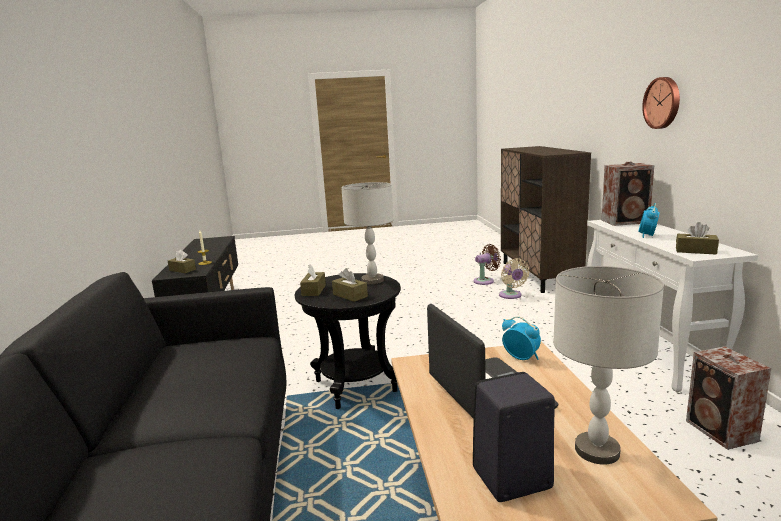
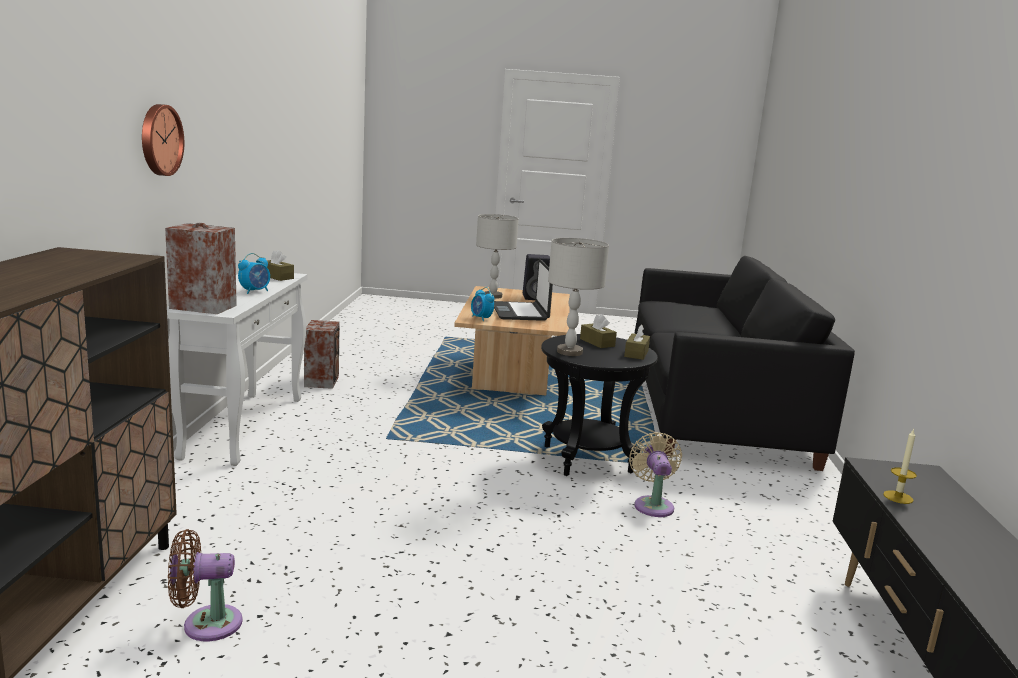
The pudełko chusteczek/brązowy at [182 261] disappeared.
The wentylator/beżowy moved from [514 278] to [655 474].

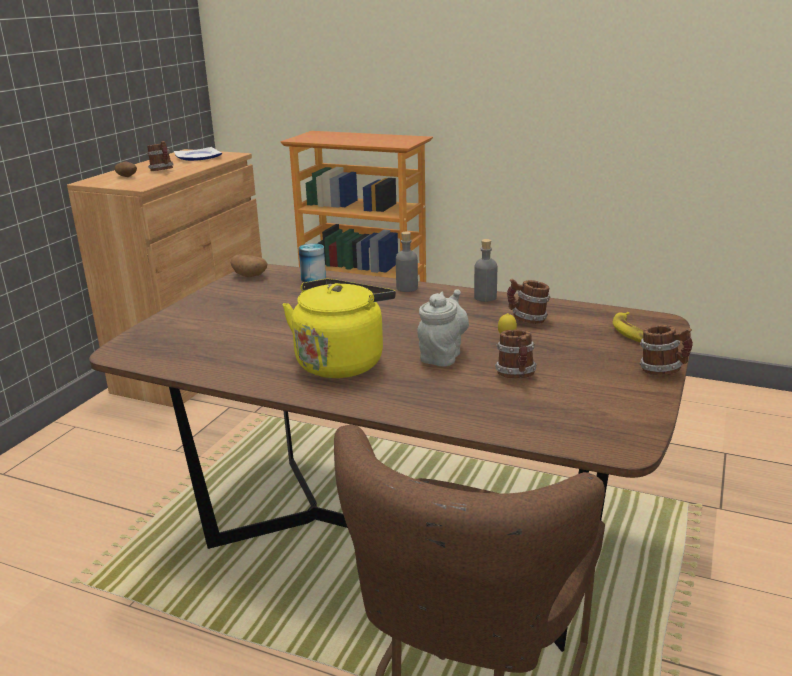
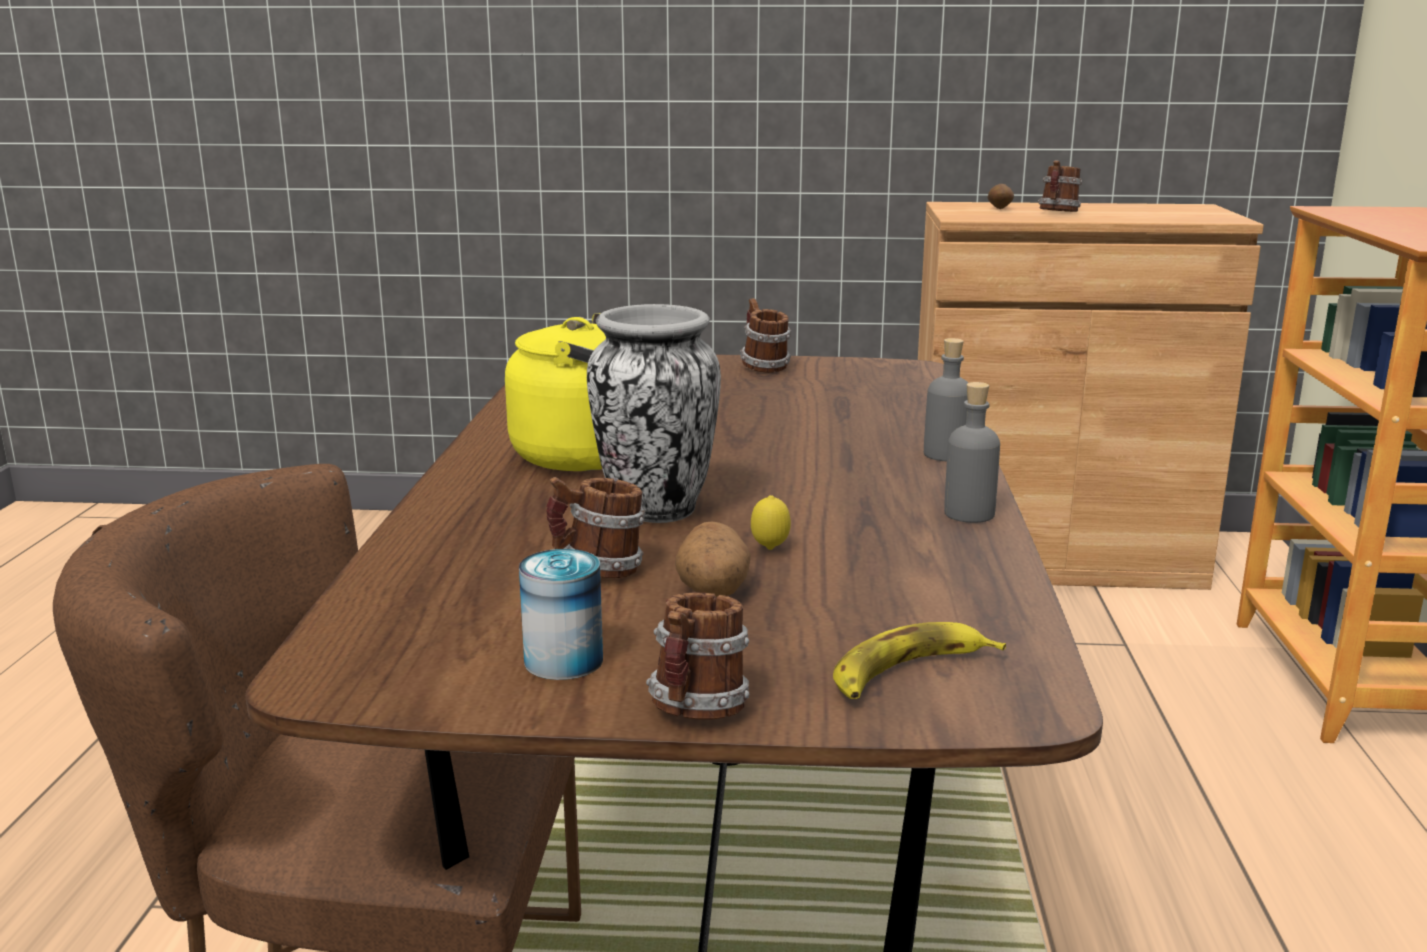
The talerz at [198 154] disappeared.
The ziemniak moved from [249 266] to [713 559].
The puszka moved from [312 262] to [561 614].
The kubek moved from [528 301] to [765 335].
The imbryk/szary at [443 328] was replaced by the wazon at [654 413].

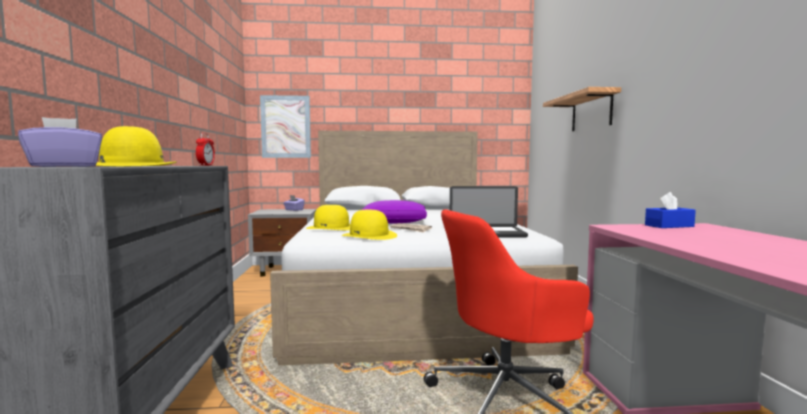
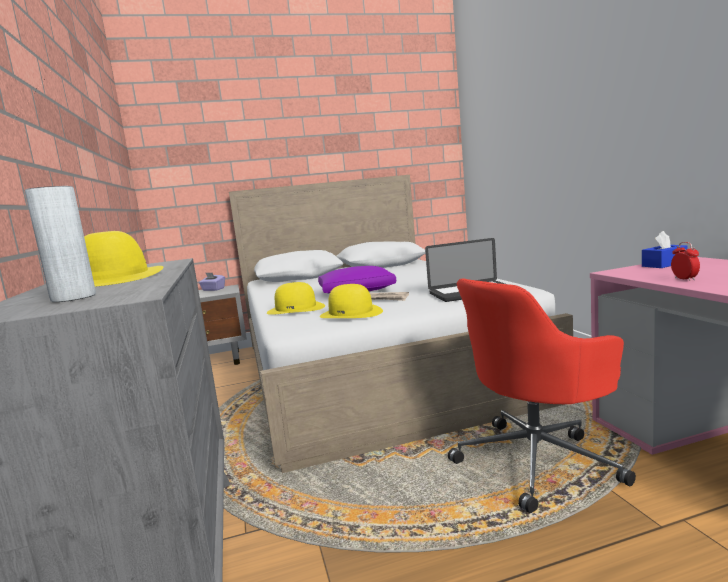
The obraz at [285 126] disappeared.
The półka at [582 109] disappeared.
The budzik moved from [205 149] to [685 261].
The pudełko chusteczek/fioletowy at [60 142] was replaced by the wazon/szary at [60 244].

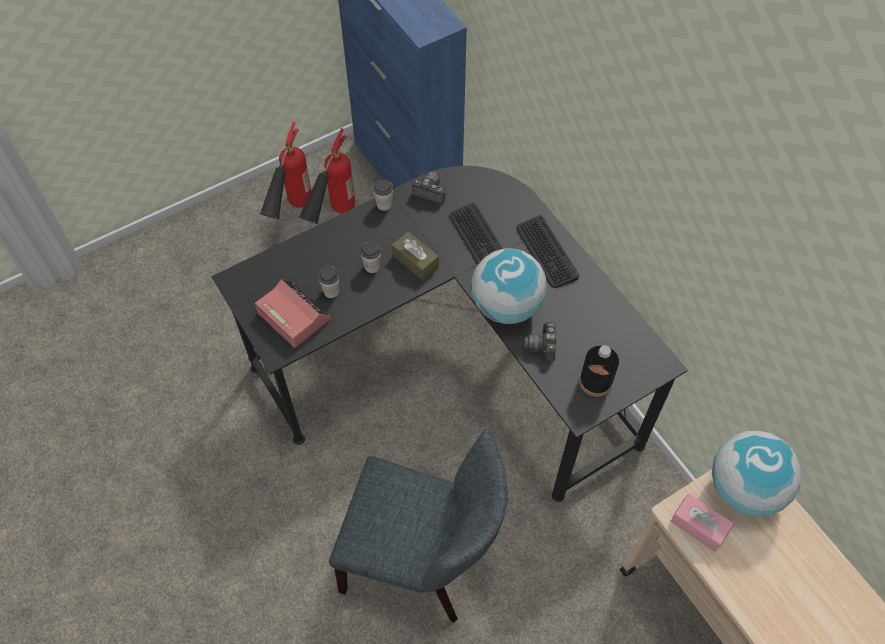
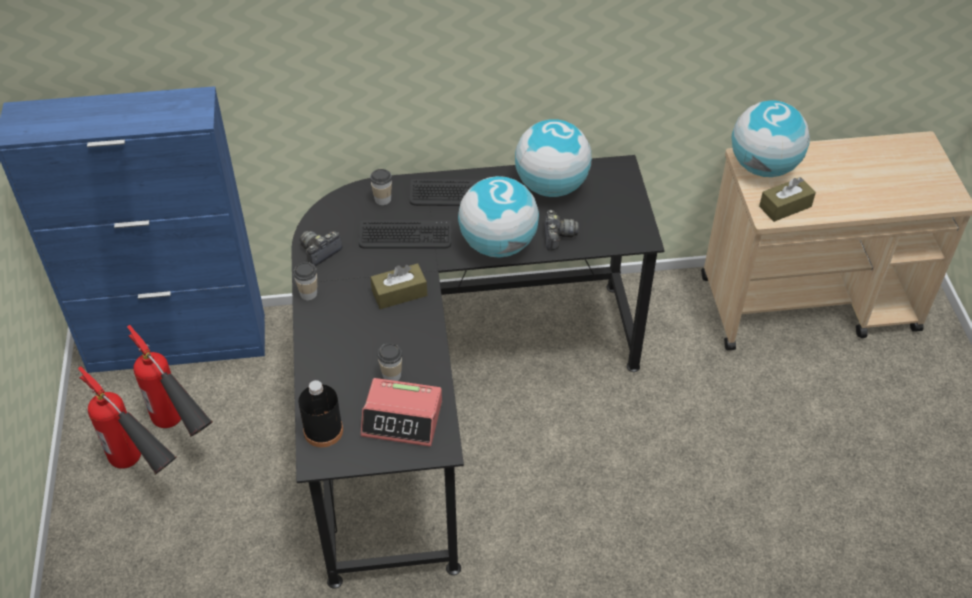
The krzesło/szary at [418 526] disappeared.
The globus at [553 158] appeared.
The filiżanka moved from [370 257] to [381 187].
The butelka/czarny moved from [599 371] to [320 413].
The pudełko chusteczek/różowy at [702 523] became the pudełko chusteczek/brązowy at [787 199].
The budzik at [293 313] turned 150 degrees counterclockwise.
The aparat fotograficzny at [540 342] turned 120 degrees counterclockwise.

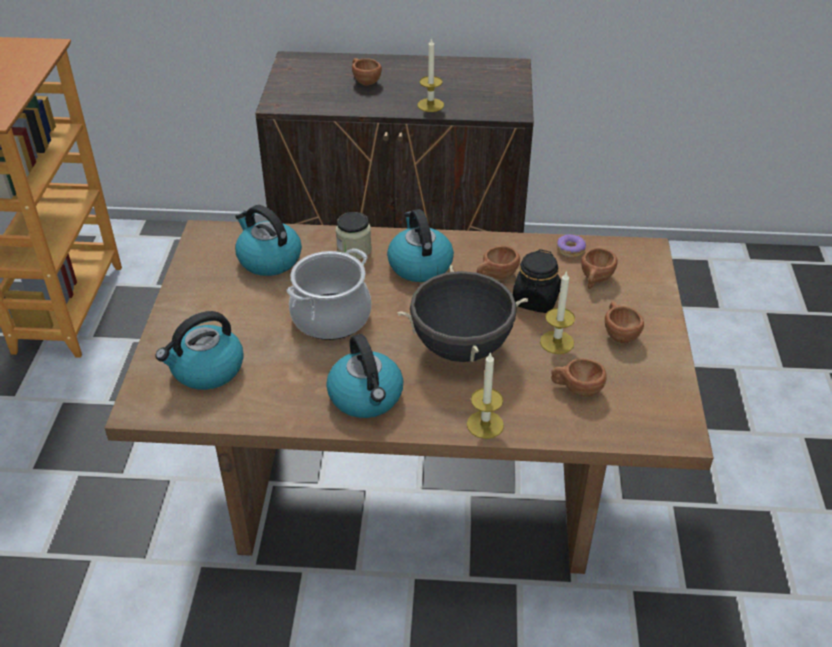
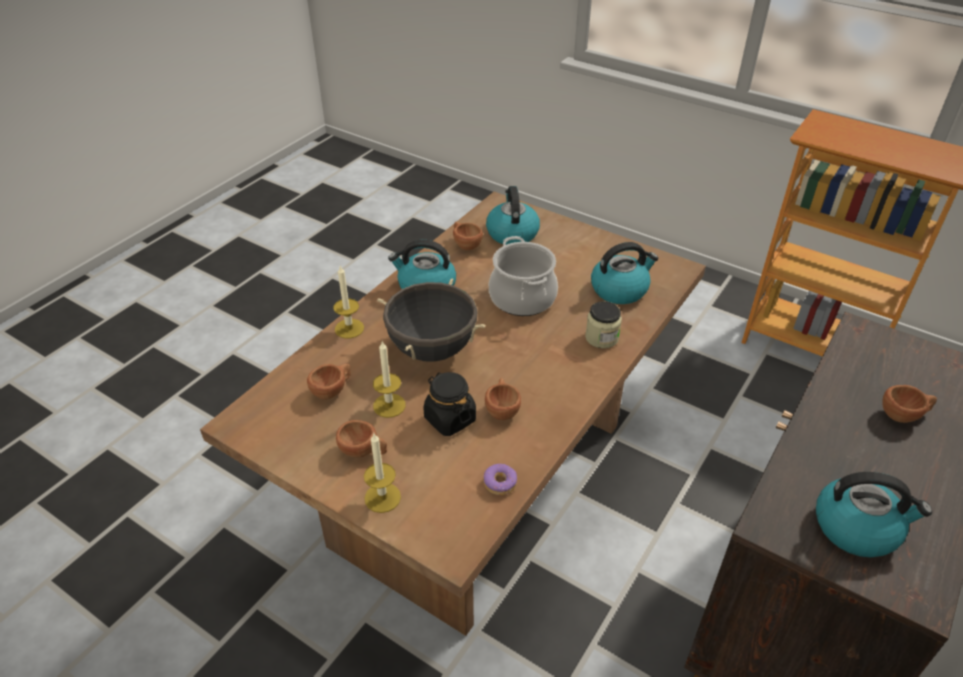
The czajnik moved from [420 245] to [874 515].
The świeca moved from [431 74] to [382 473].
The filiżanka/brązowy moved from [599 268] to [468 236].

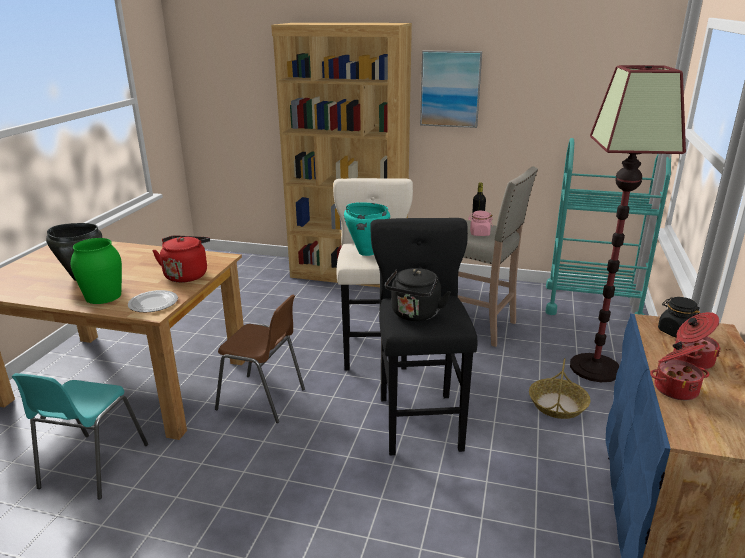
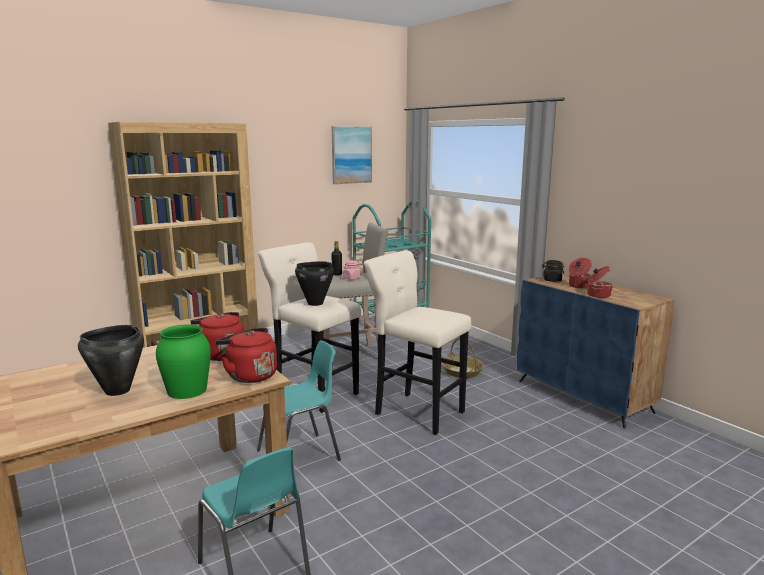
The czajnik/czarny at [418 294] disappeared.
The lampa stojąca at [628 223] disappeared.
The obraz moved from [451 89] to [351 155].
The talerz at [153 301] was replaced by the czajnik/czerwony at [246 355].
The krzesło/brązowy at [260 359] became the krzesło/turkusowy at [299 400].
The garnek/turkusowy at [367 229] became the garnek/czarny at [314 283].
The stołek/czarny at [423 336] became the stołek/beżowy at [417 342].

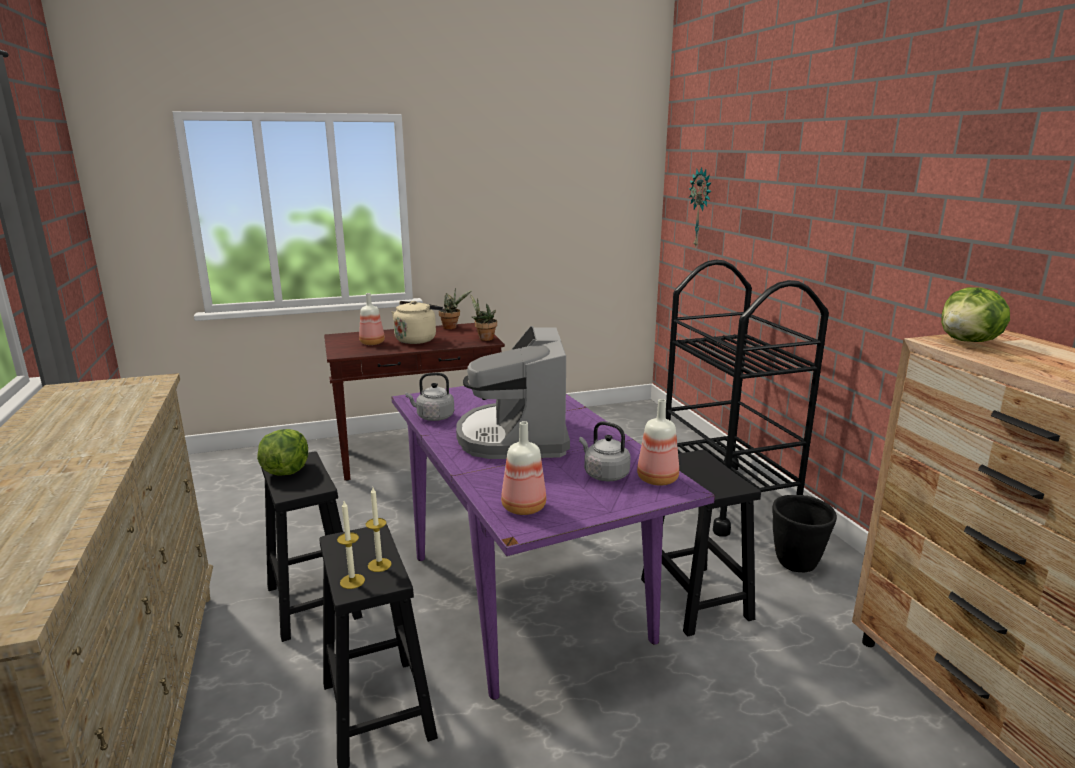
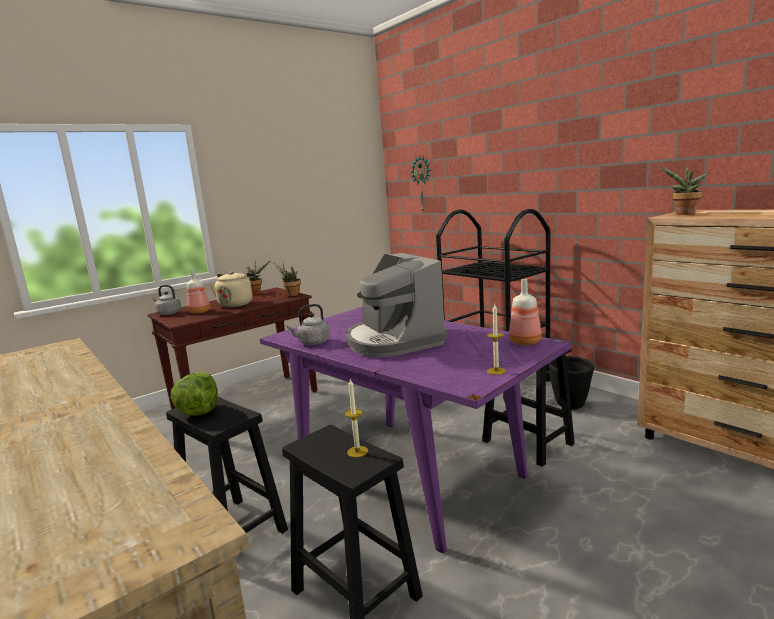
The butelka at [523 468] disappeared.
The świeca moved from [351 545] to [496 339].
The czajnik/szary moved from [605 451] to [167 300].
The sałata at [975 314] was replaced by the roślina doniczkowa at [685 189].

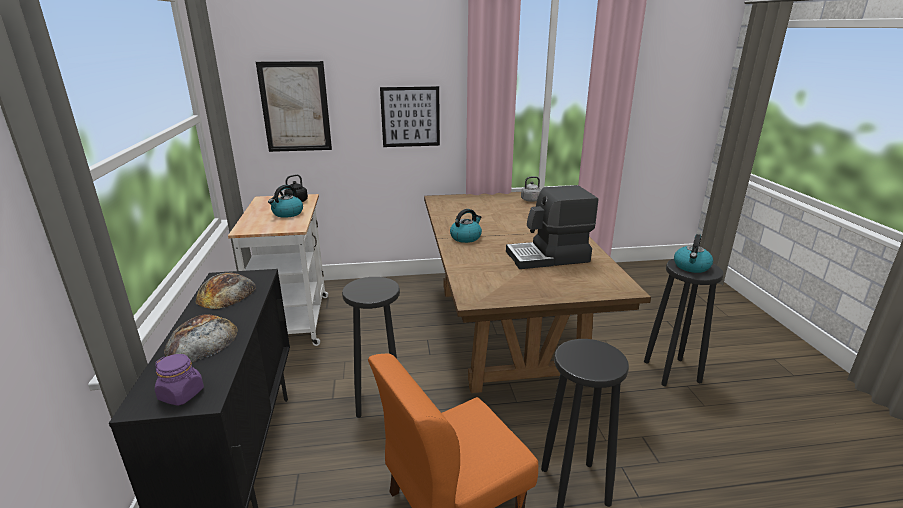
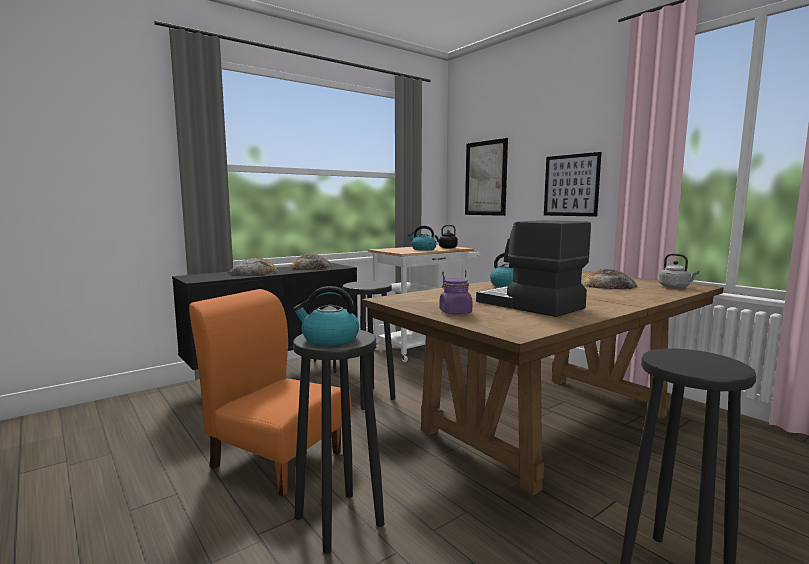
The chleb at [609 279] appeared.
The słoik/fioletowy moved from [179 380] to [456 296].
The czajnik moved from [693 253] to [326 316].

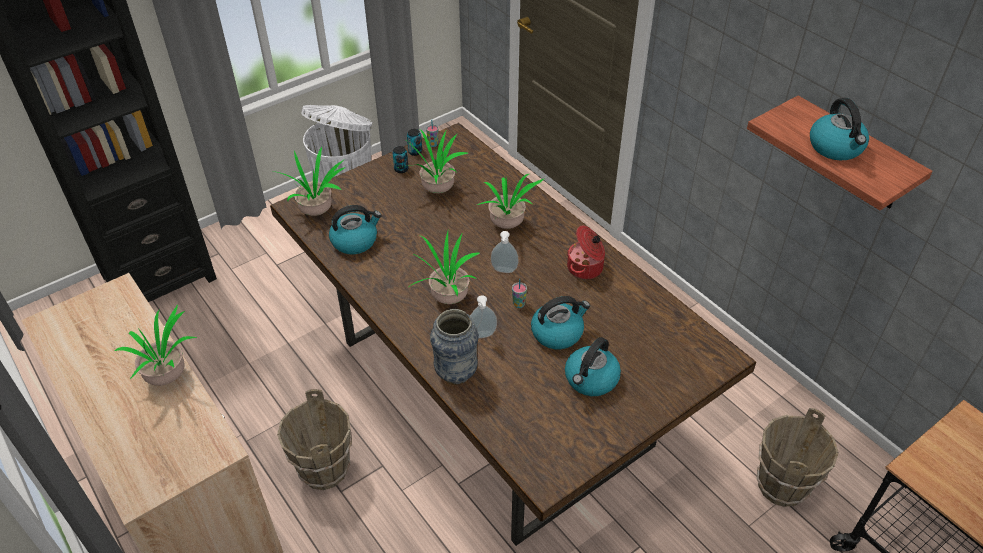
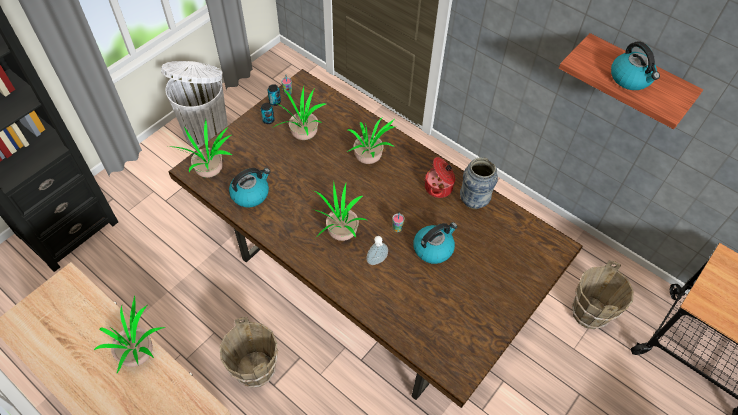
The dozownik mydła at [505 252] disappeared.
The czajnik at [593 366] disappeared.
The wazon moved from [454 347] to [479 183].

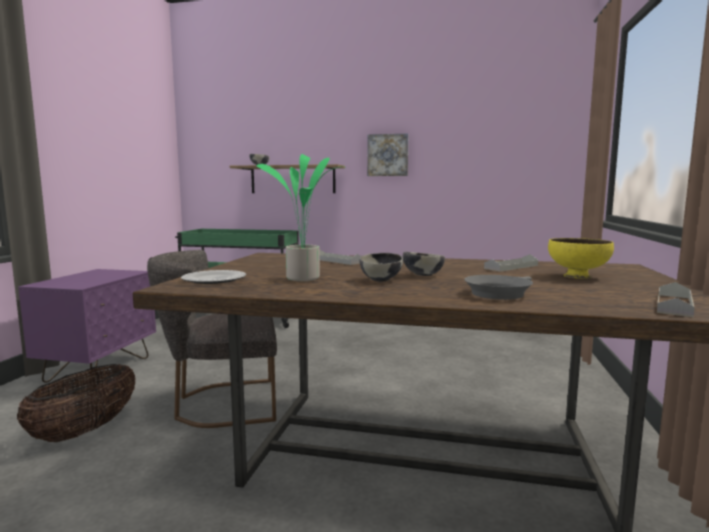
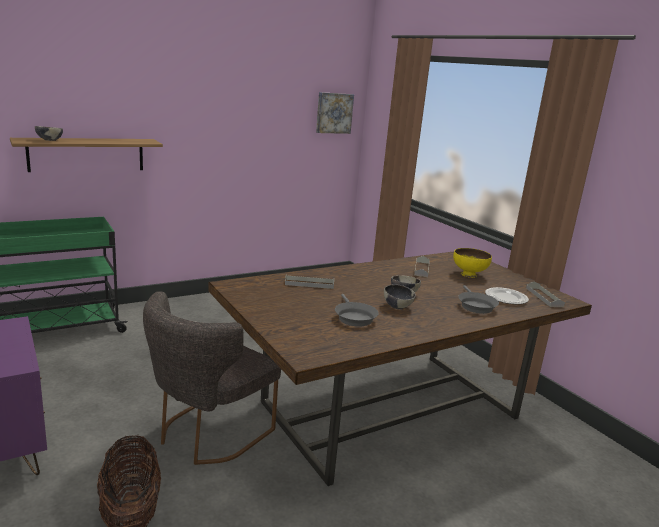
The talerz moved from [213 277] to [507 295].
The obraz moved from [387 154] to [335 113].
The roślina doniczkowa at [299 217] was replaced by the patelnia/szary at [357 310].

